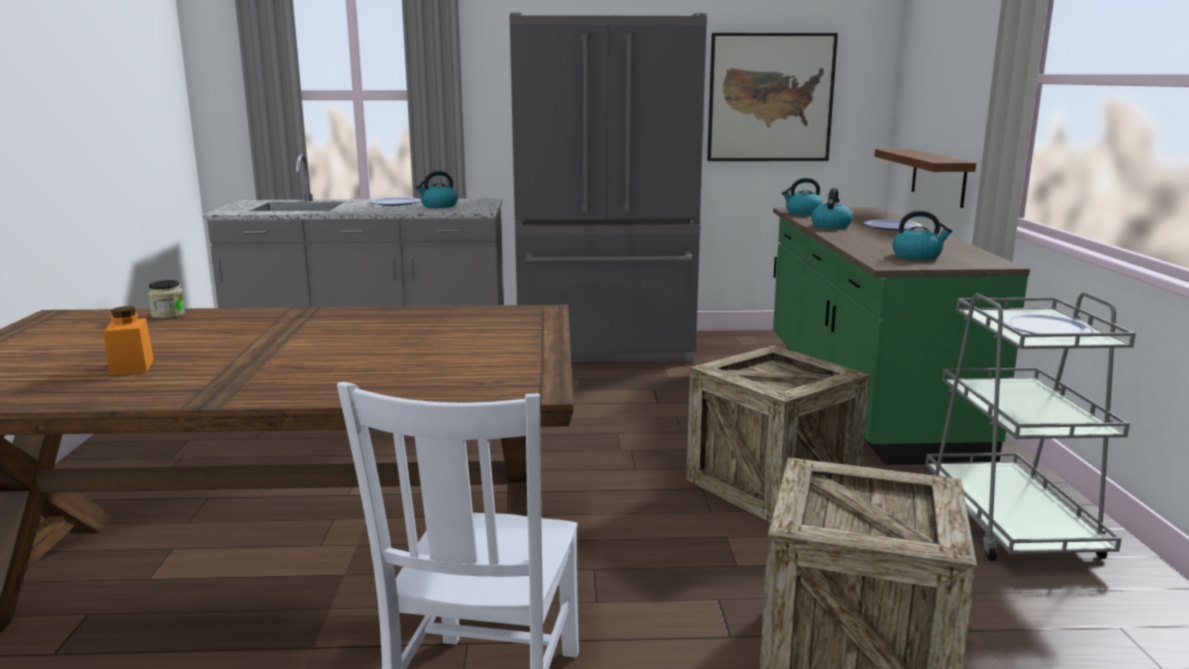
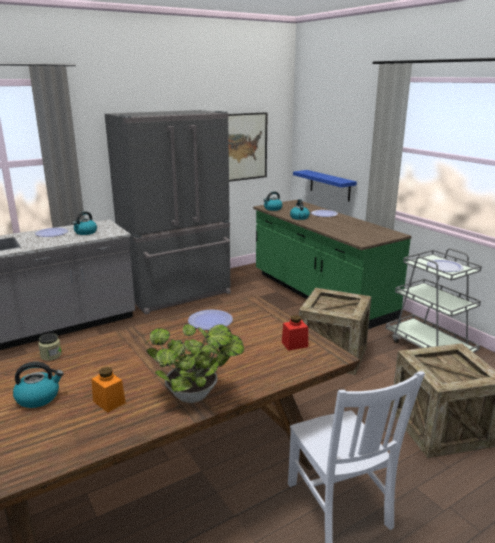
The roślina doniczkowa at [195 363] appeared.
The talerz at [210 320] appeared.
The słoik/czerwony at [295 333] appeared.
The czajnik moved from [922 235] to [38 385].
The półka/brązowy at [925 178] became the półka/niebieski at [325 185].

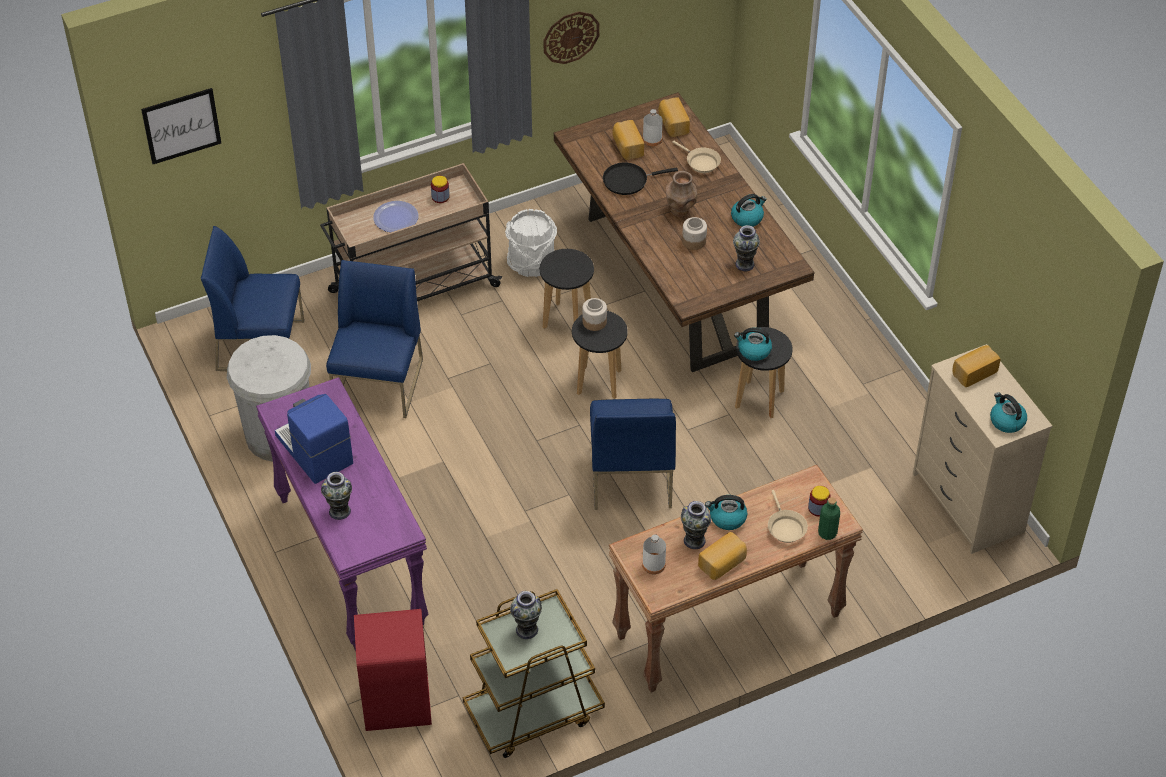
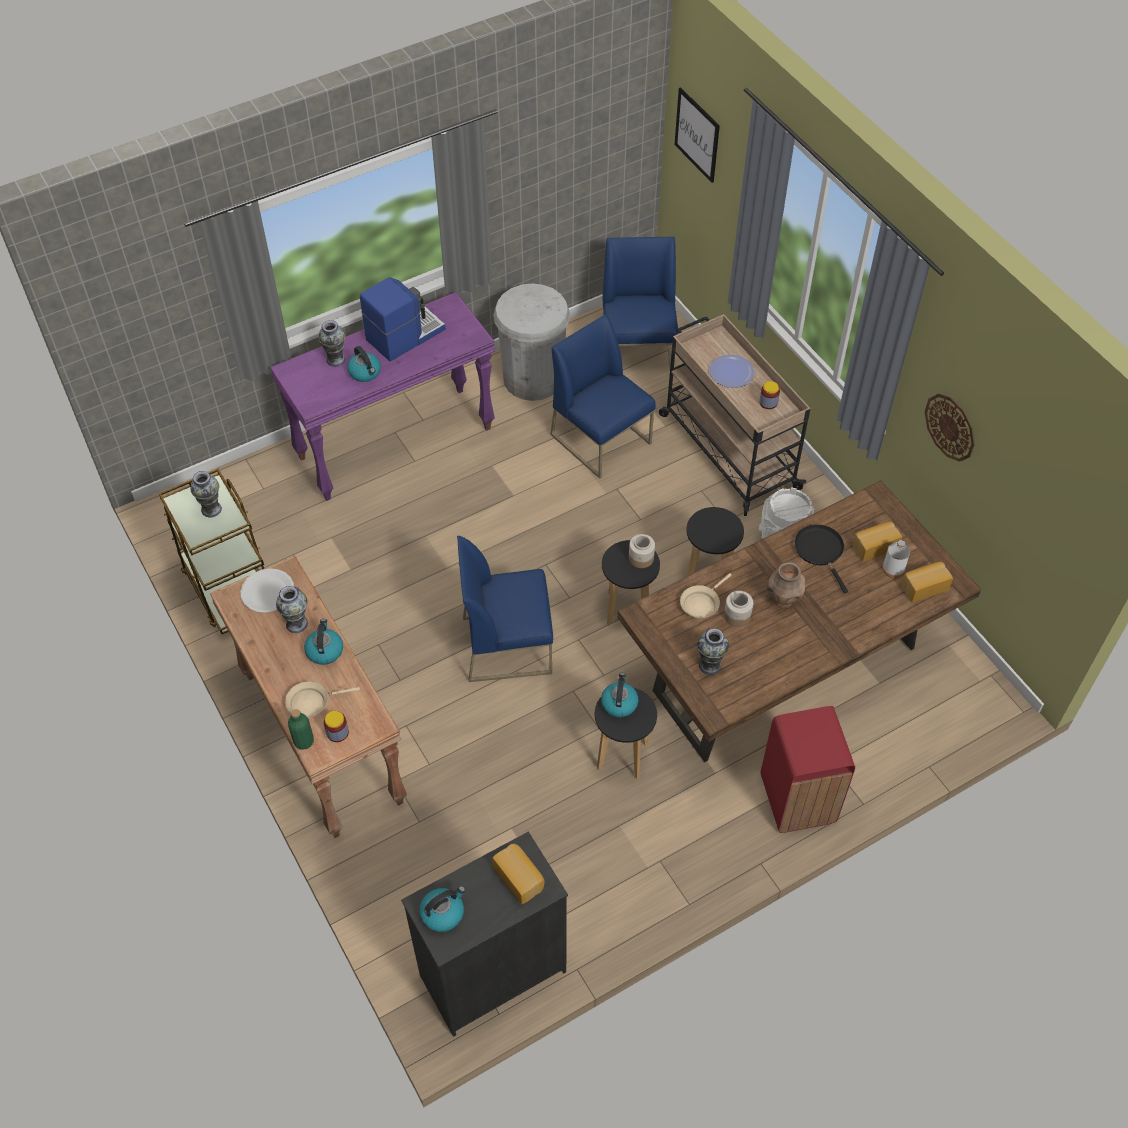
The chleb at [722 556] disappeared.
The kosz na śmieci/czerwony moved from [393 670] to [807 769].
The patelnia/beżowy moved from [696 156] to [705 595].
The czajnik moved from [749 210] to [364 364].
The butelka/biały at [654 554] was replaced by the talerz/biały at [267 590].
The komoda/beżowy at [982 449] became the komoda/czarny at [484 934].
The krzesło/niebieski at [374 339] turned 135 degrees counterclockwise.

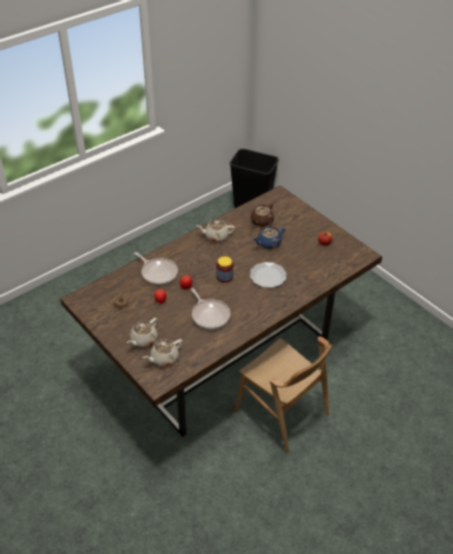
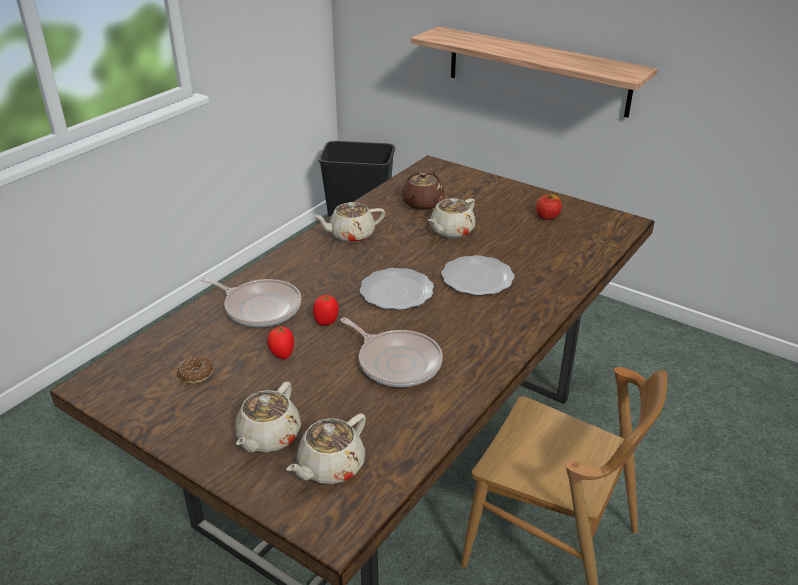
The półka at [534 72] appeared.
The słoik at [225 269] was replaced by the talerz at [396 289].
The imbryk/niebieski at [269 238] became the imbryk/beżowy at [451 218].

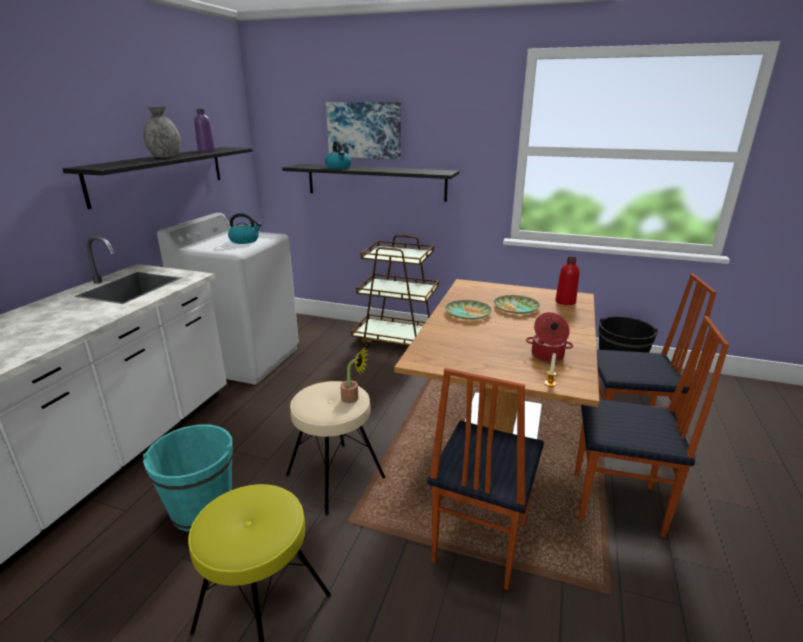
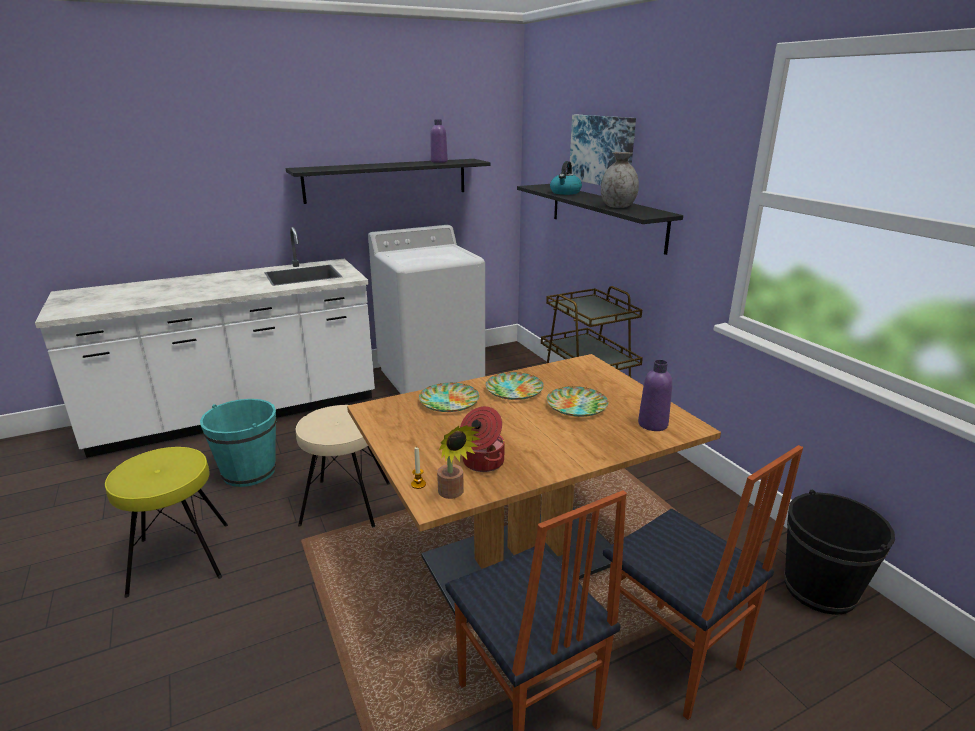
The czajnik at [245 228] disappeared.
The krzesło at [485 479] disappeared.
The talerz at [449 397] appeared.
The wazon/szary moved from [162 132] to [620 180].
The roślina doniczkowa moved from [354 375] to [458 462].
The butelka/czerwony at [567 281] became the butelka/fioletowy at [655 395].

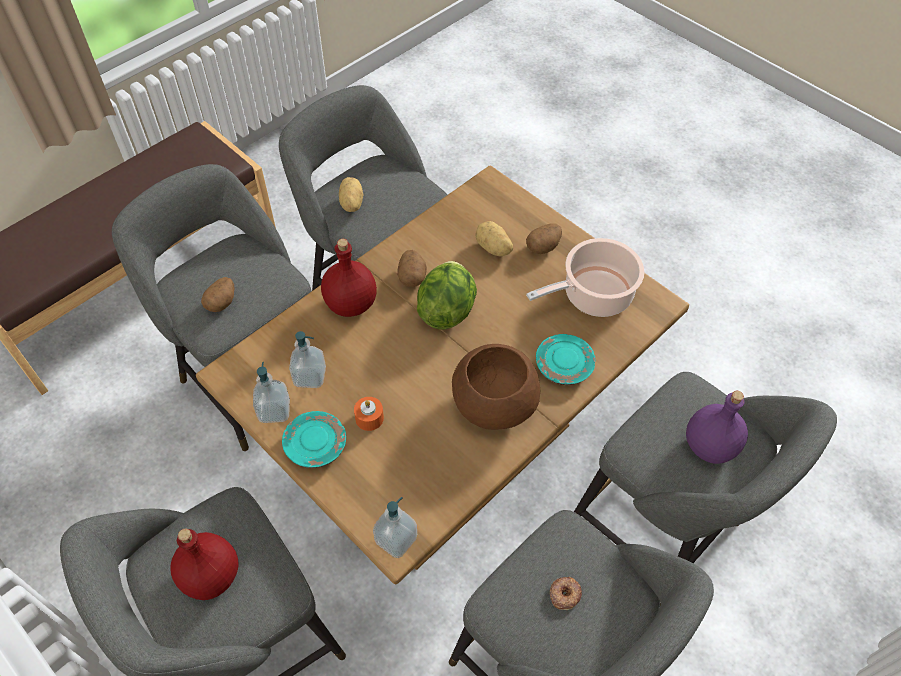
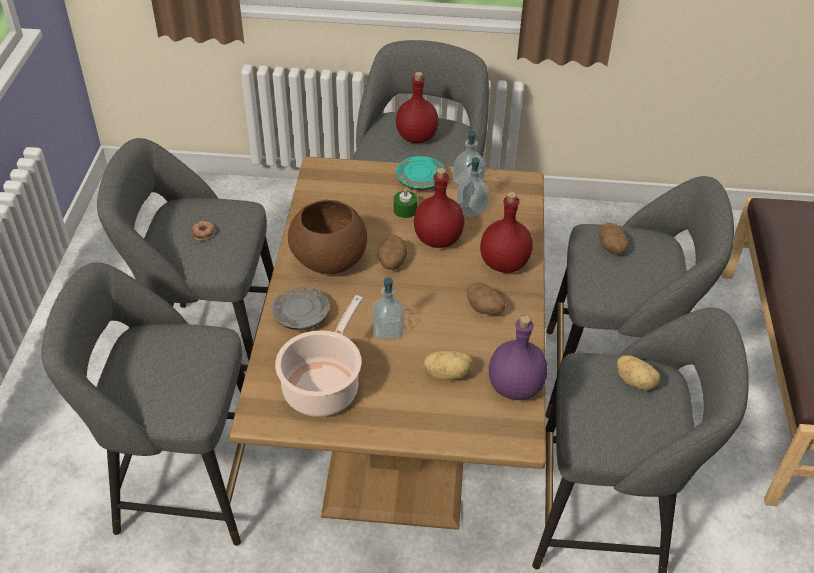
The sałata at [447 295] disappeared.
The butelka/czerwony at [439 208] appeared.
The dozownik mydła moved from [395 527] to [388 308].
The ziemniak moved from [544 238] to [392 252].
The butelka/fioletowy moved from [717 427] to [518 357].
The świeca/pomarańczowy at [369 414] became the świeca/zielony at [405 203].
The talerz/turkusowy at [566 359] became the talerz/szary at [300 308].

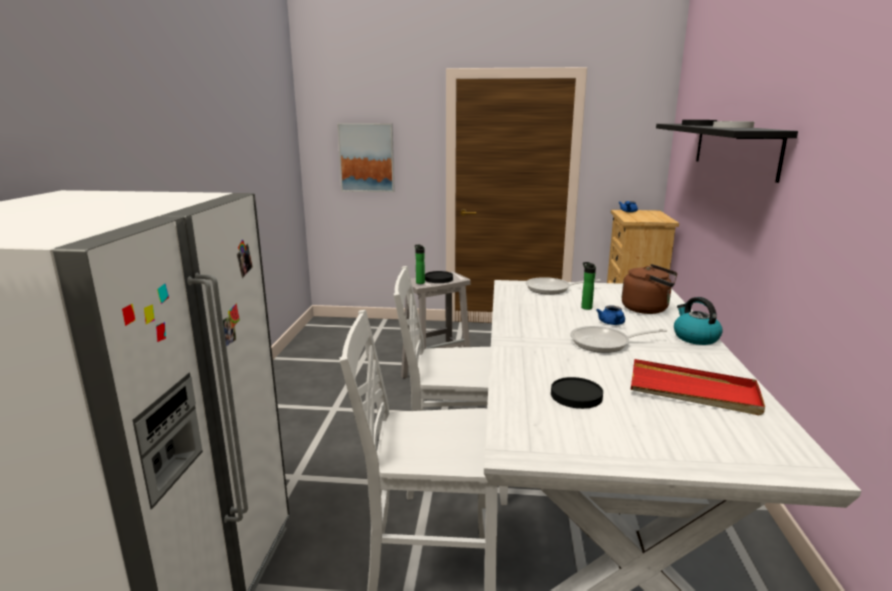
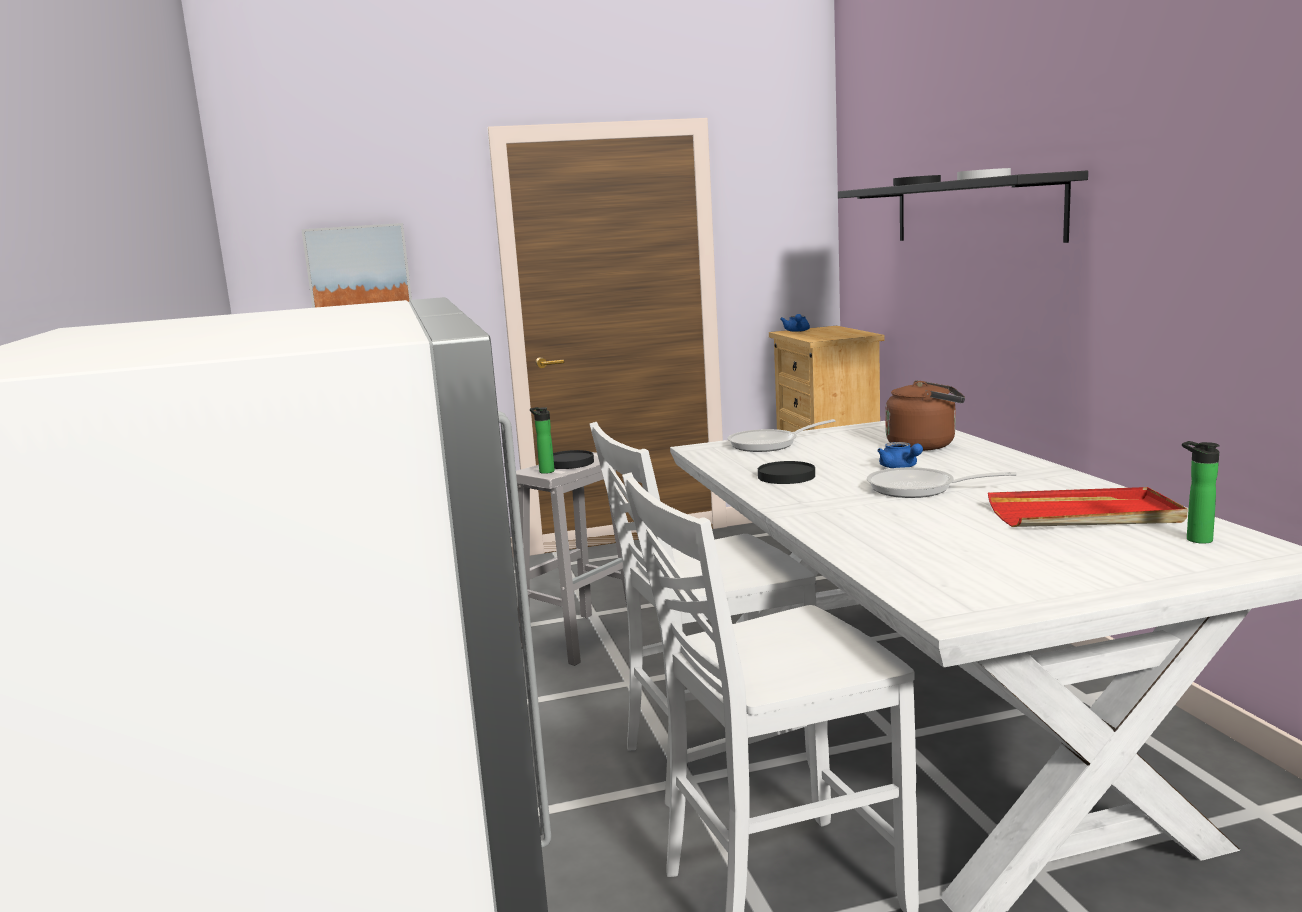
The czajnik at [698 321] disappeared.
The talerz/czarny moved from [577 393] to [786 472].
The butelka moved from [588 286] to [1201 492].
The patelnia at [618 339] turned 45 degrees clockwise.

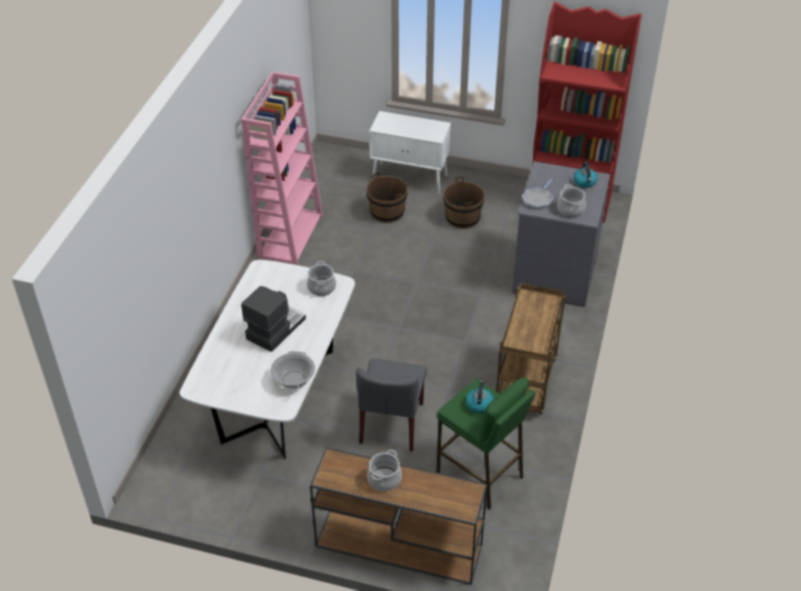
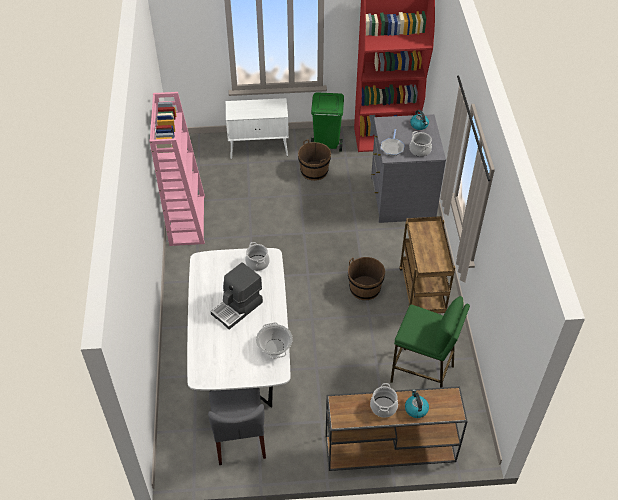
The kosz na śmieci/zielony at [327 121] appeared.
The krzesło/szary moved from [391 405] to [237 426].
The wiadro/brązowy moved from [387 197] to [366 278].
The czajnik moved from [480 397] to [417 403].
The ekspres do kawy at [273 319] turned 150 degrees counterclockwise.

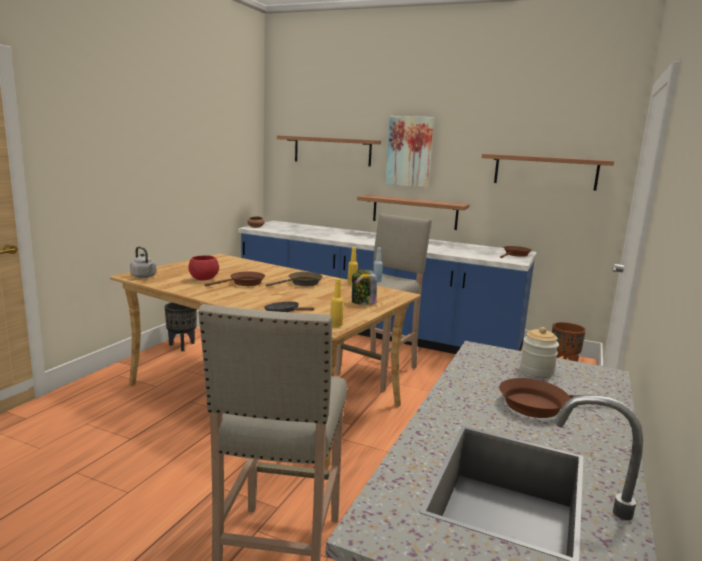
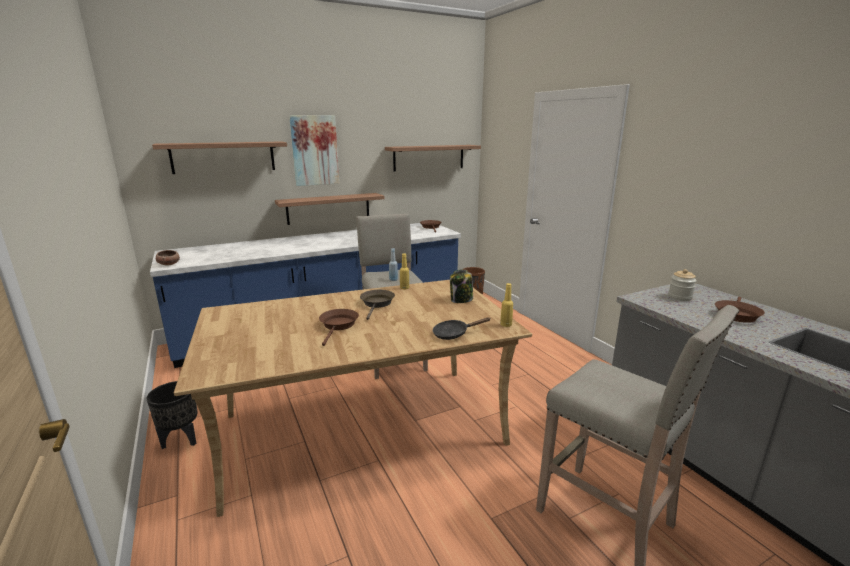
The czajnik/szary at [143 262] disappeared.
The miska/czerwony at [203 268] disappeared.

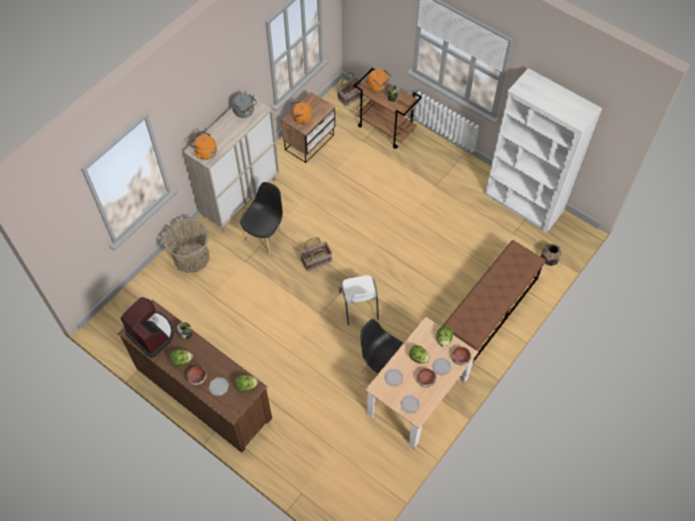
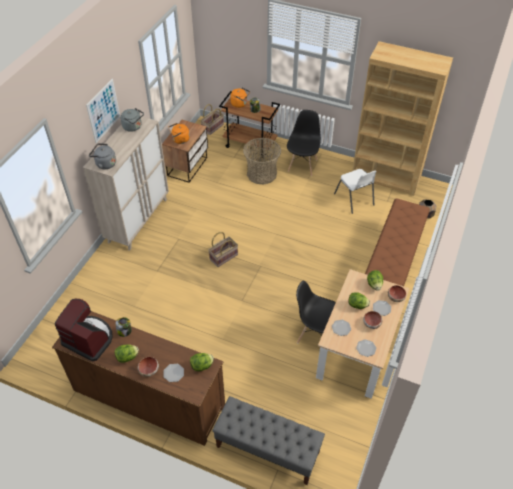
The obraz at [103 111] appeared.
The ławka/szary at [268 440] appeared.
The koszyk moved from [186 246] to [262 161].
The krzesło/czarny moved from [263 218] to [304 143].
The krzesło/biały moved from [359 300] to [355 191].
The czajnik/pomarańczowy at [203 145] became the czajnik/szary at [102 156].
The regał/biały at [543 150] became the regał/brązowy at [402 118].

